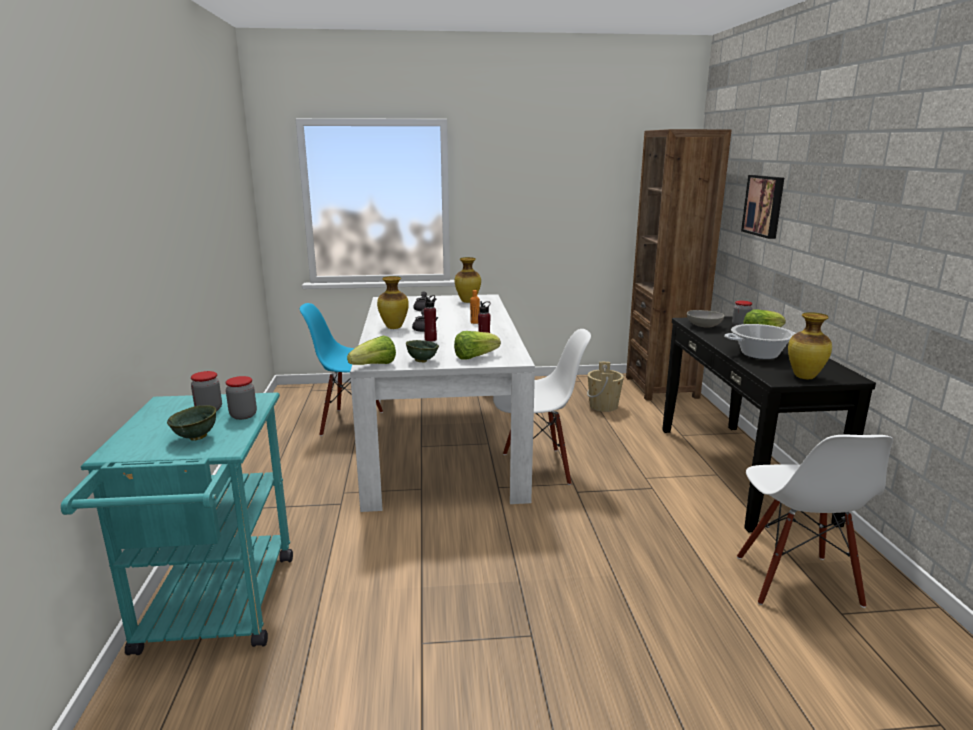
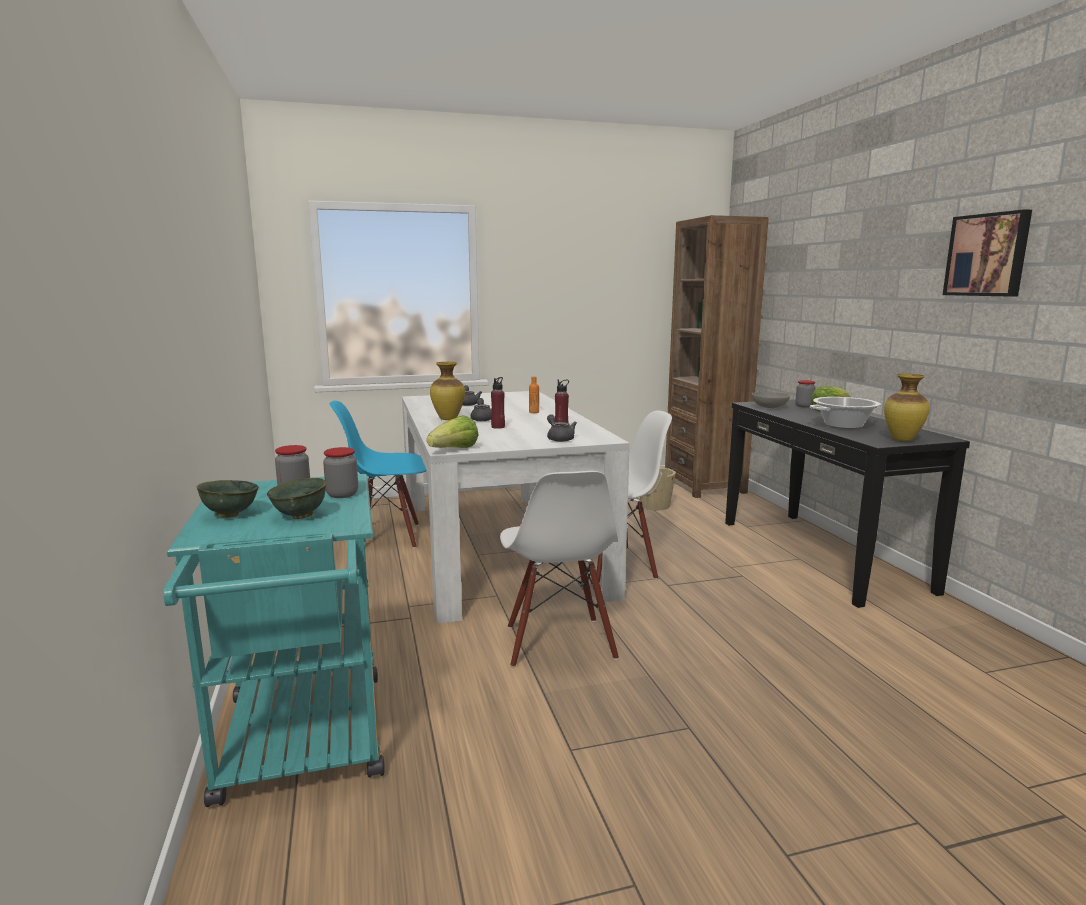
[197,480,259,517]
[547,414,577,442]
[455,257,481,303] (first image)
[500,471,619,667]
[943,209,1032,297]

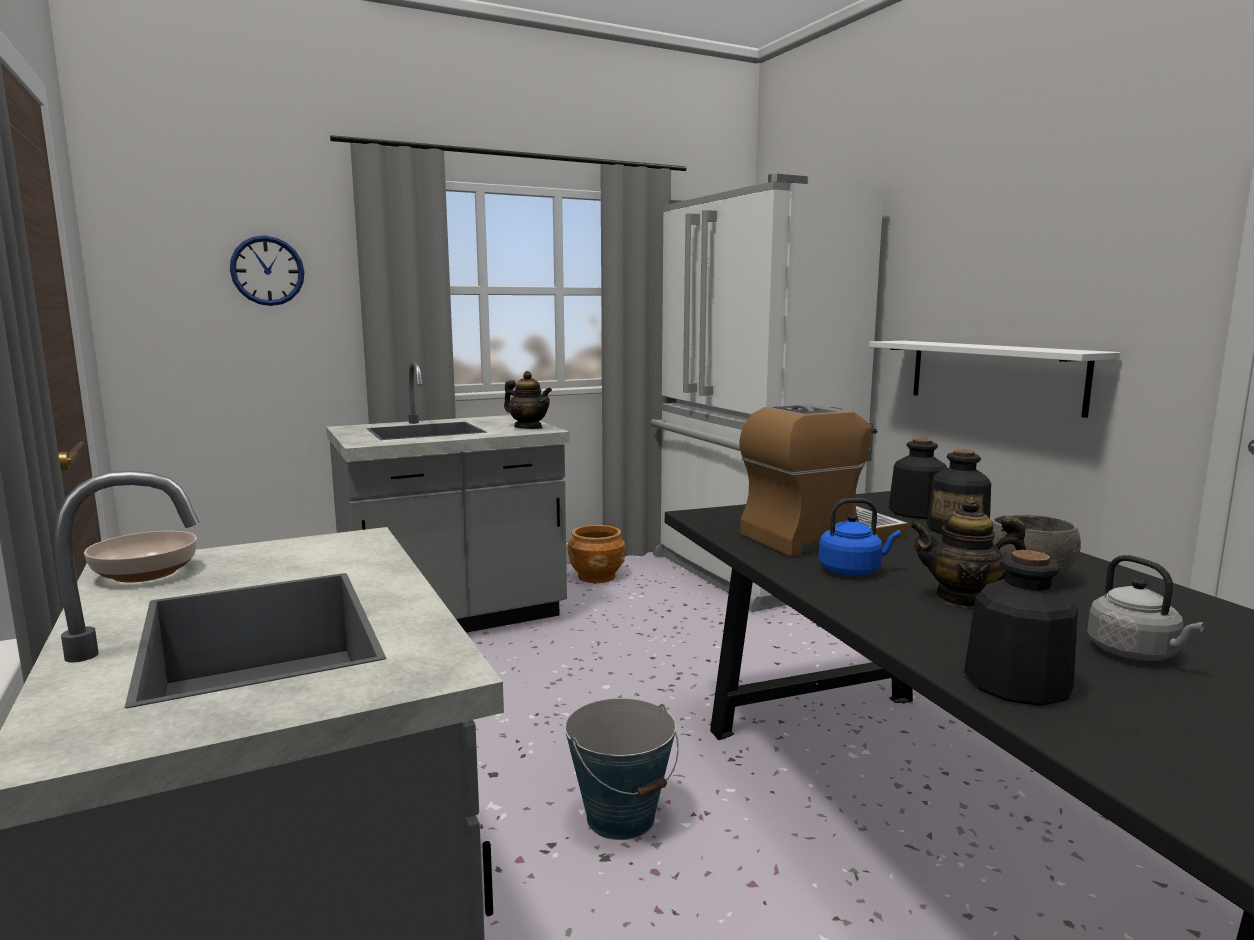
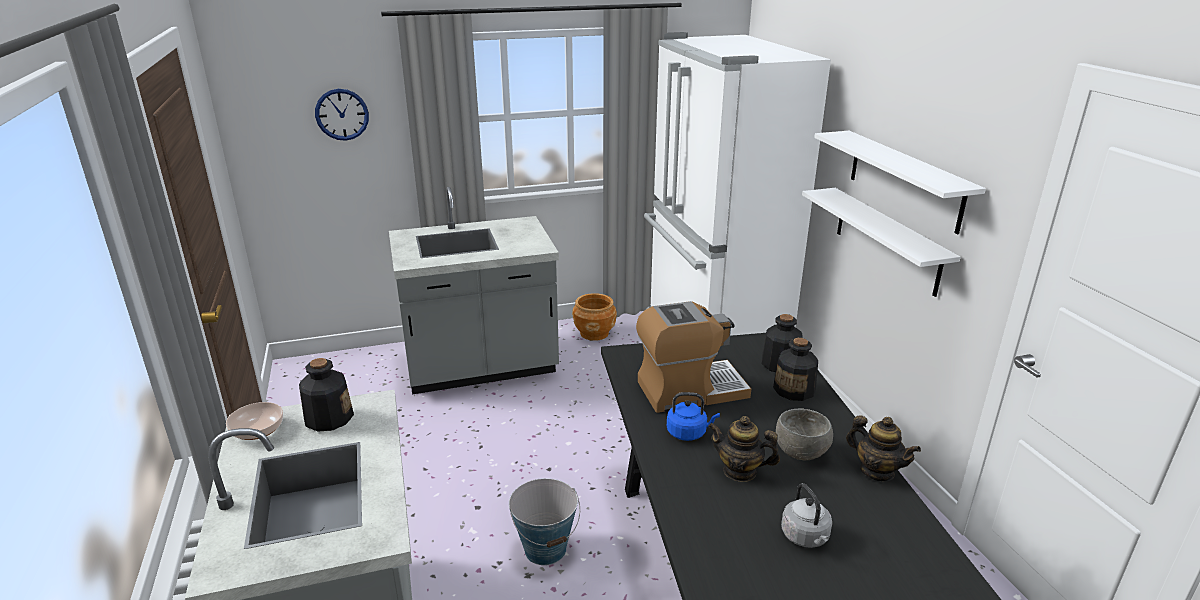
[846,415,921,481]
[299,358,354,432]
[814,131,986,235]

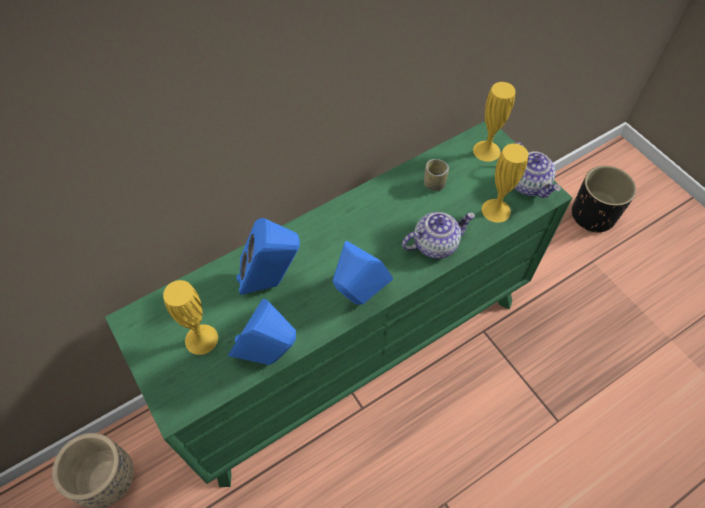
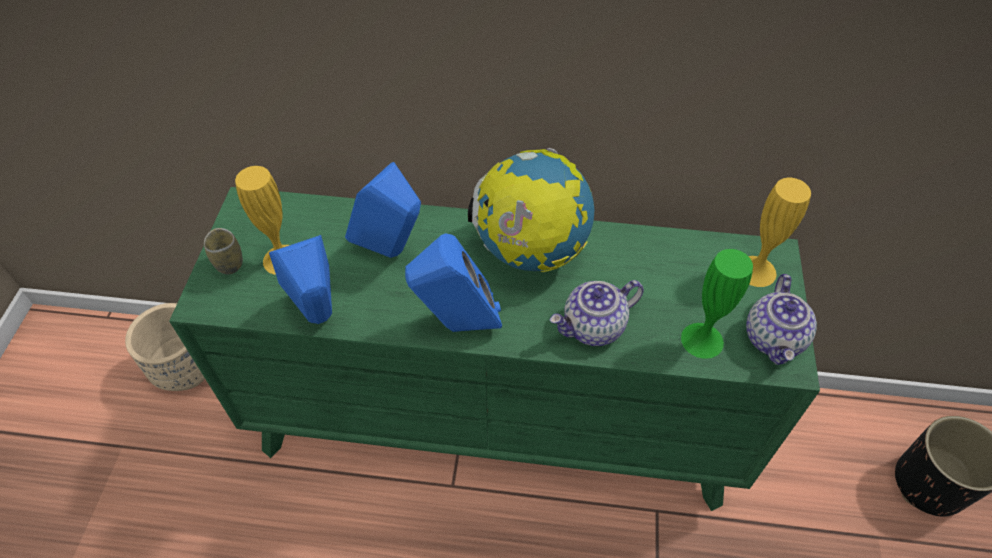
[550,280,644,346]
[204,228,243,274]
[681,249,753,359]
[468,148,594,272]

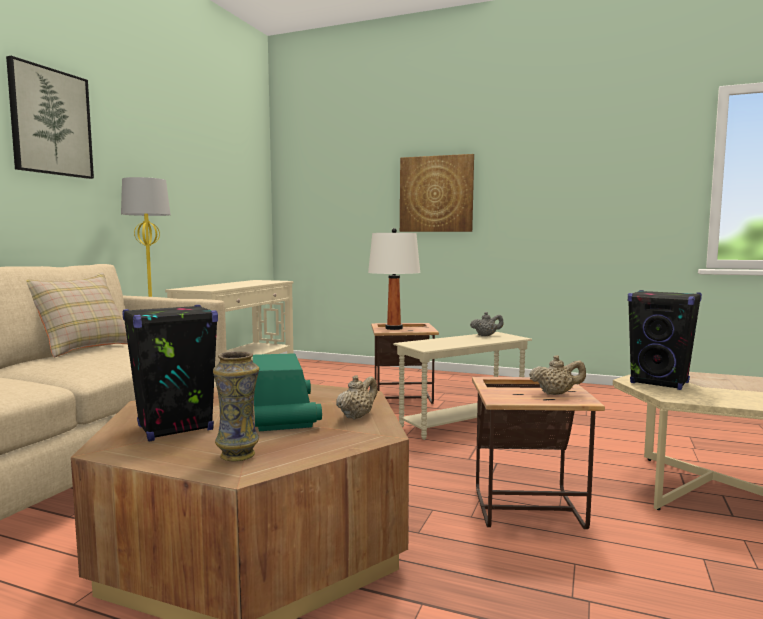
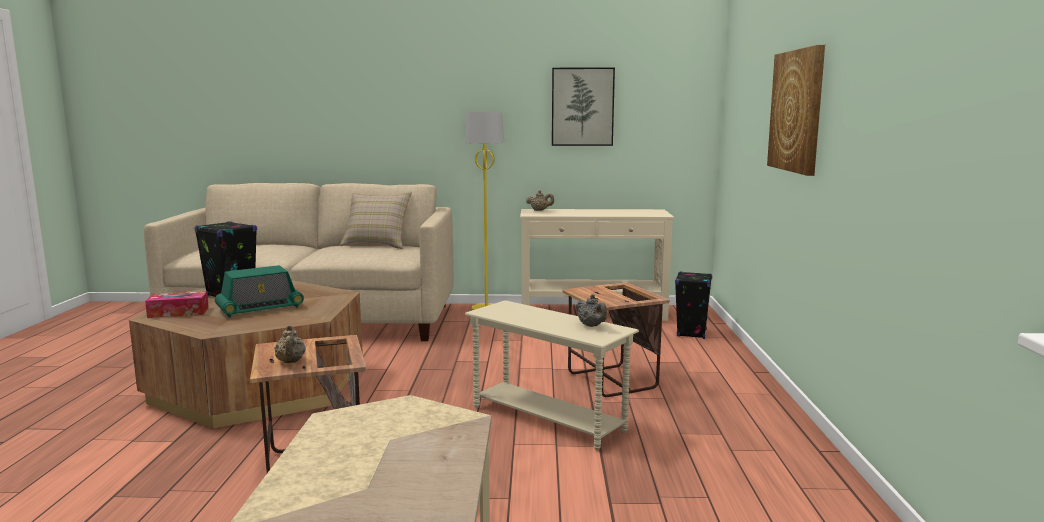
[552,68,615,146]
[145,291,209,318]
[526,190,554,211]
[368,228,420,330] (first image)
[675,271,712,339]

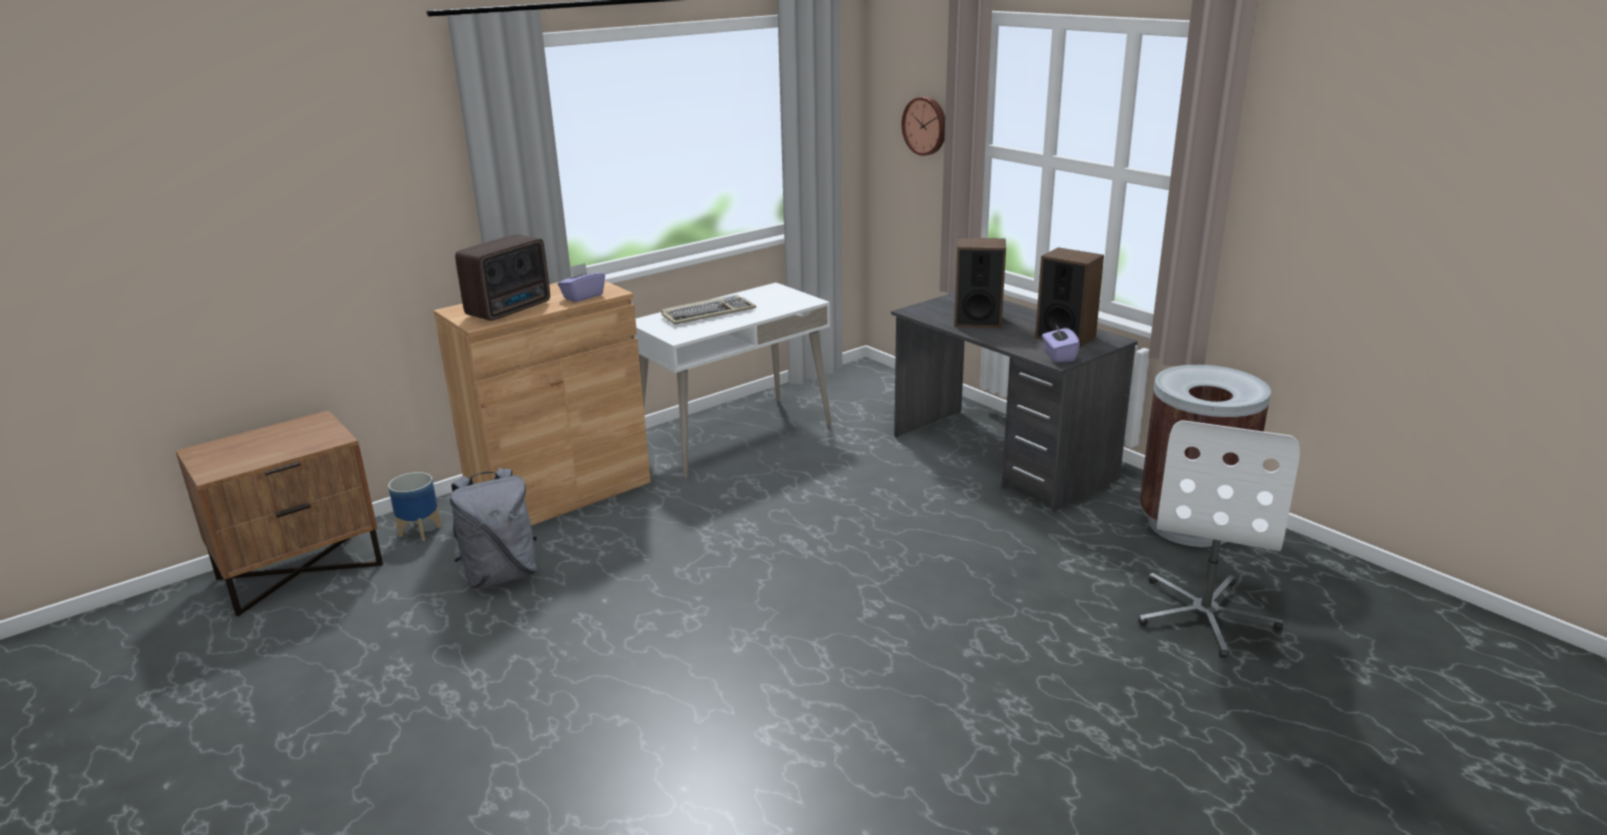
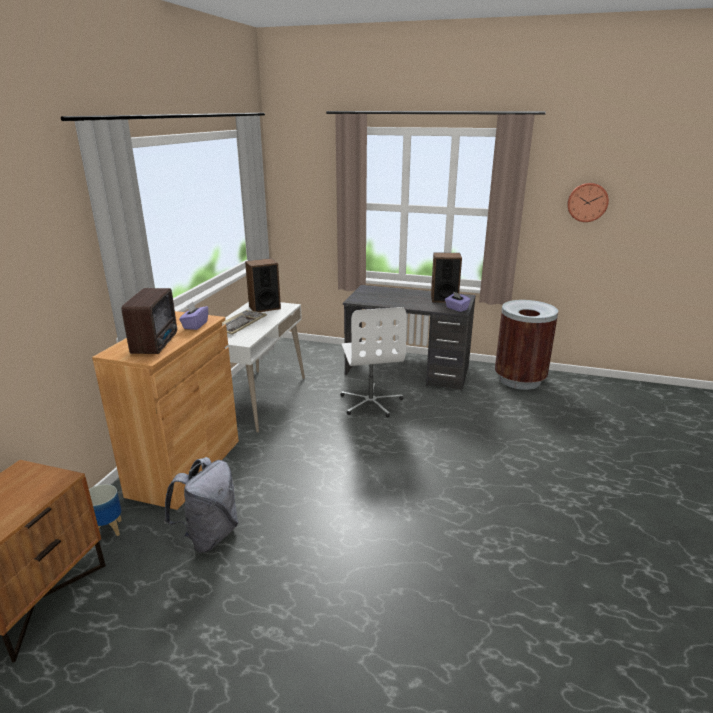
[567,183,609,222]
[245,258,281,312]
[340,307,407,418]

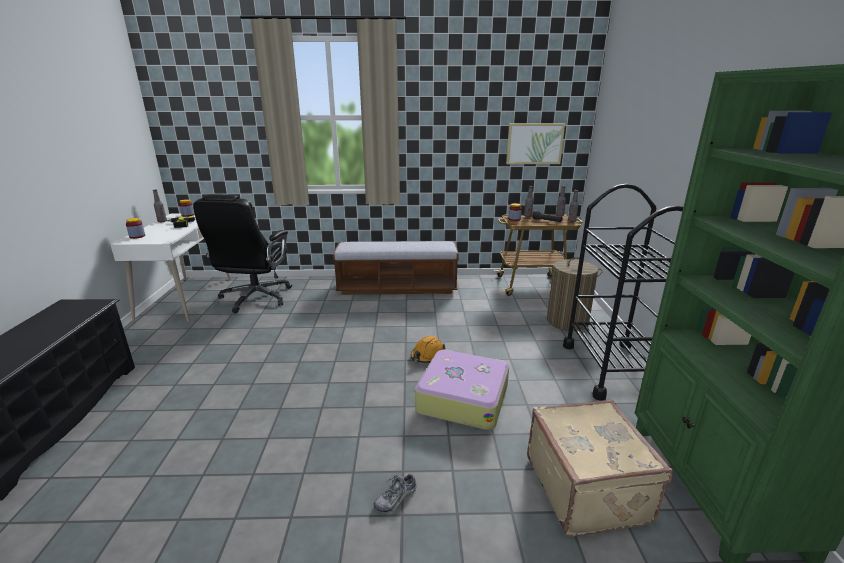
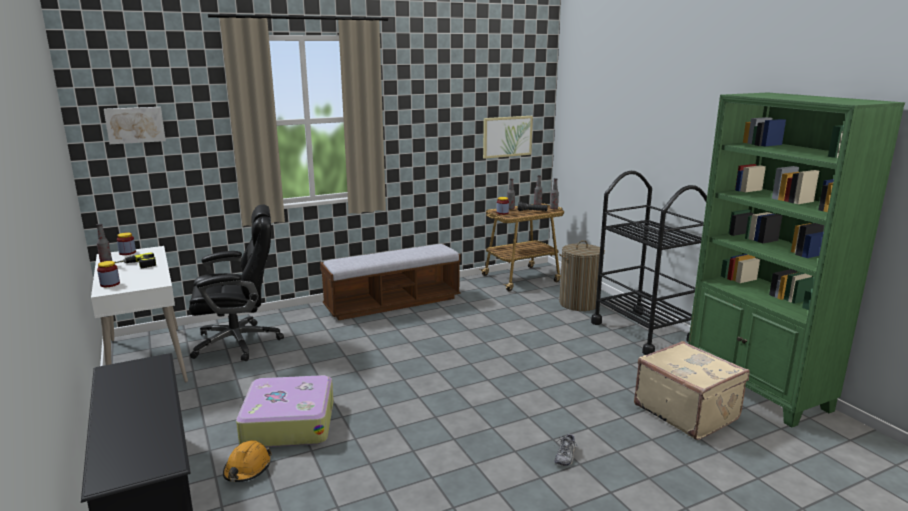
[189,205,284,361]
[223,440,272,482]
[236,375,334,447]
[104,107,166,144]

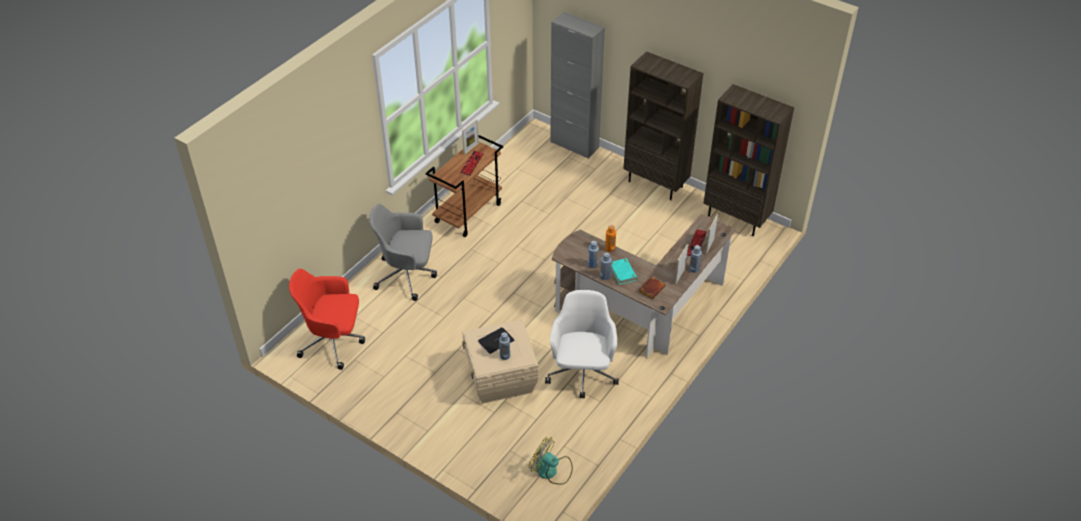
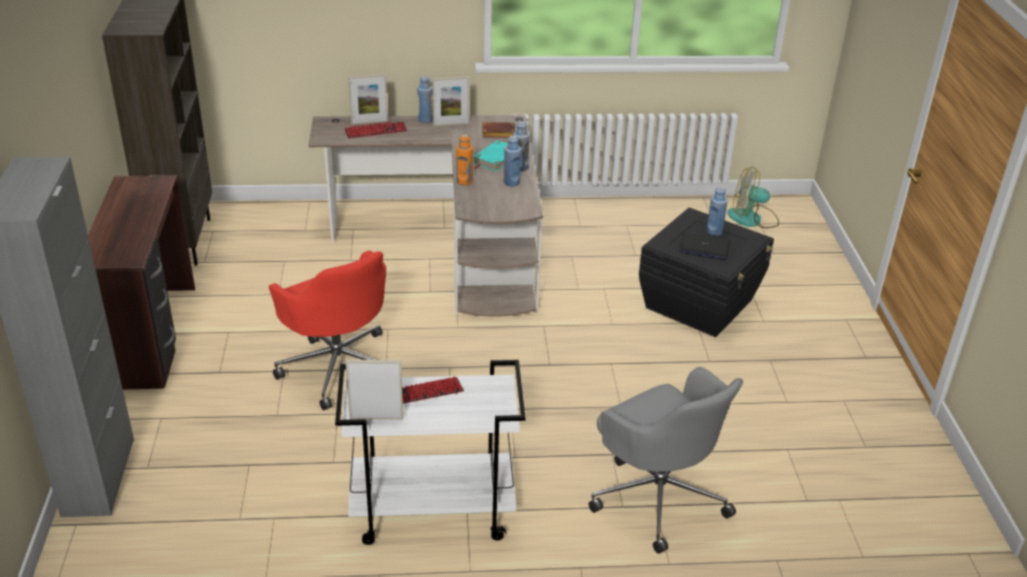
[269,251,386,410]
[335,360,526,545]
[639,207,774,337]
[727,167,779,228]
[545,290,619,398] (first image)
[88,176,195,390]

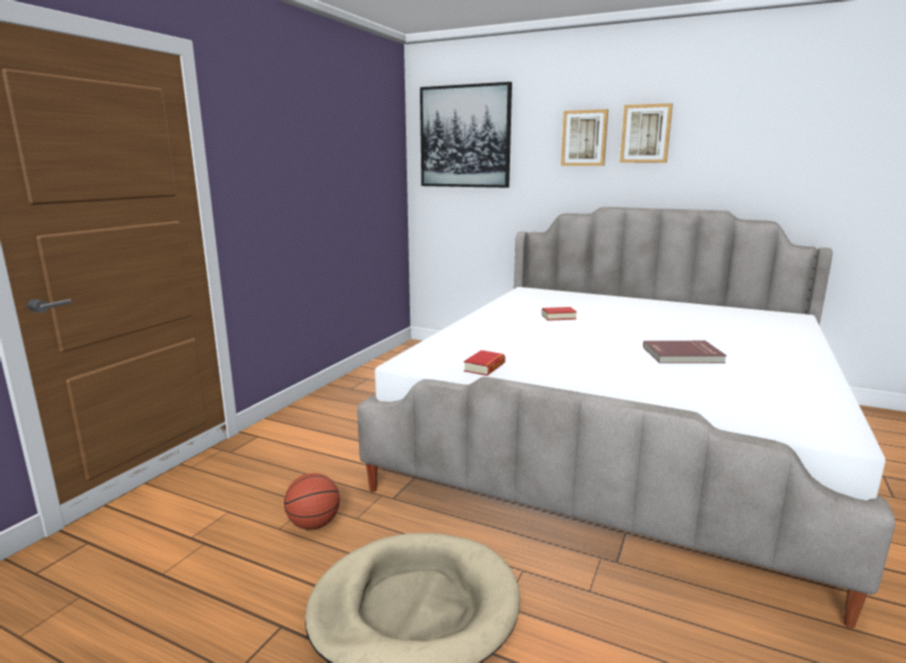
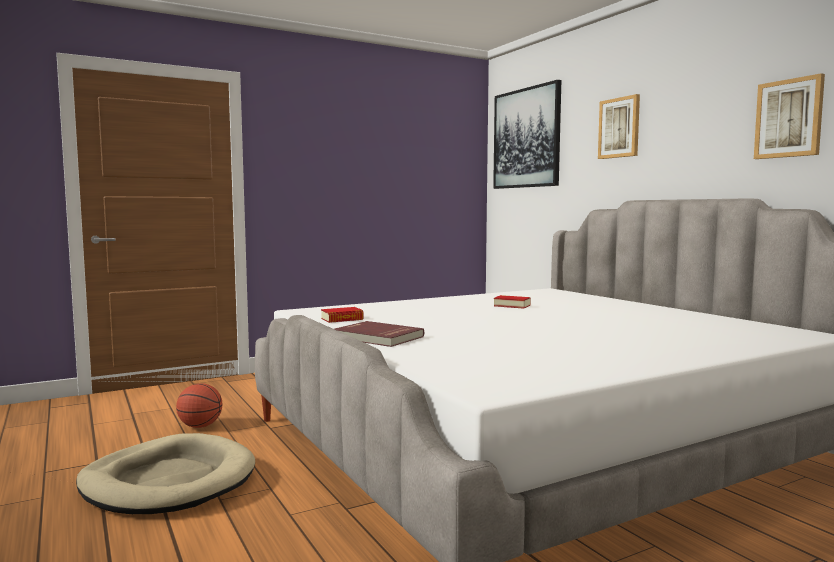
[754,73,825,159]
[334,321,424,347]

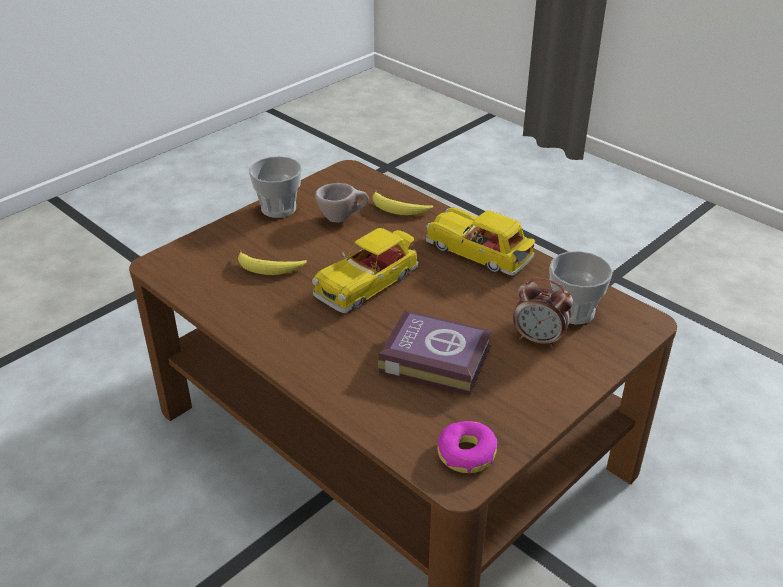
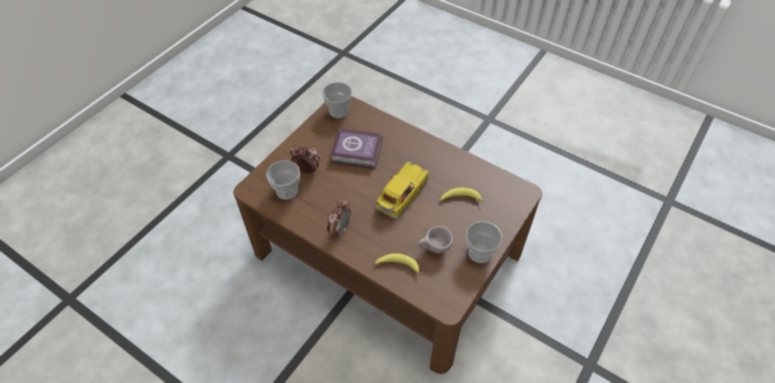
[327,199,351,238]
[322,82,352,118]

